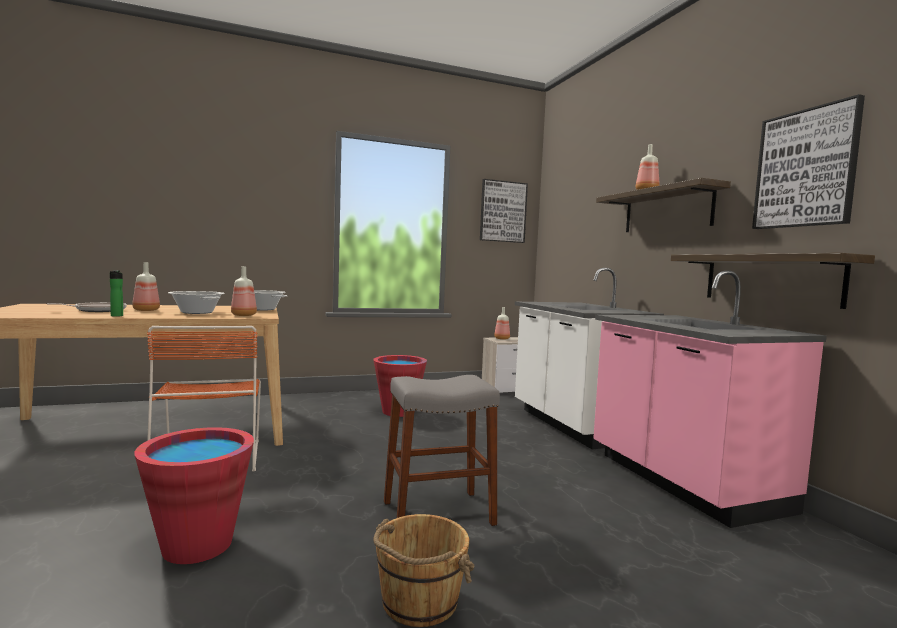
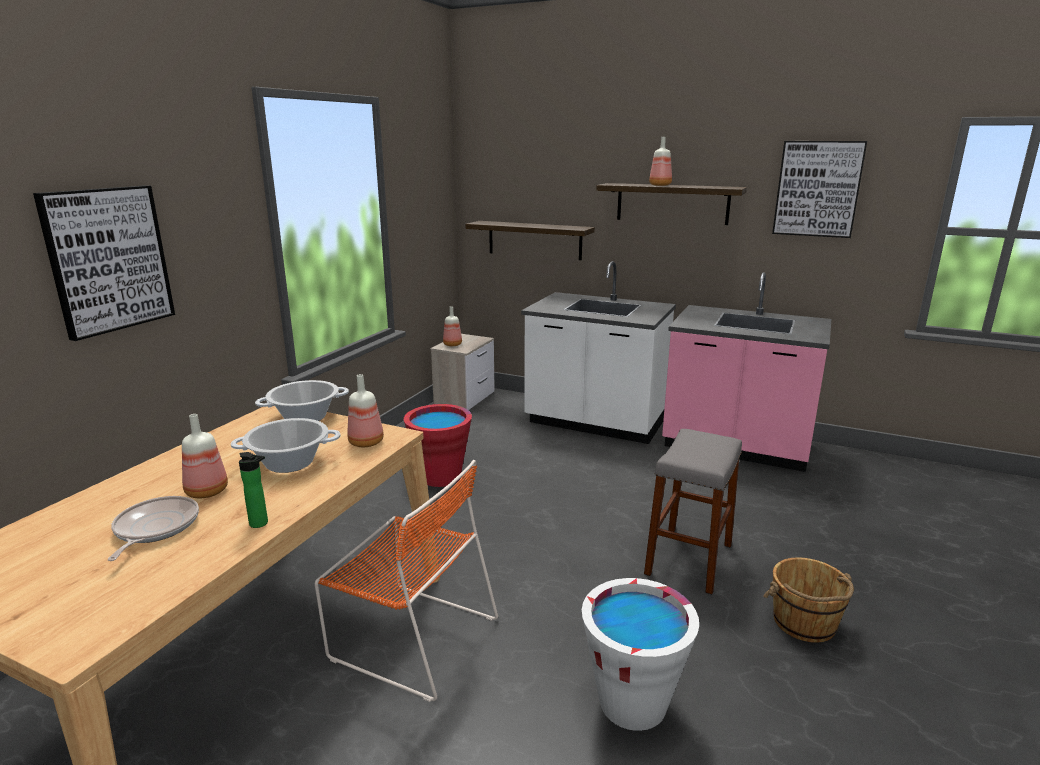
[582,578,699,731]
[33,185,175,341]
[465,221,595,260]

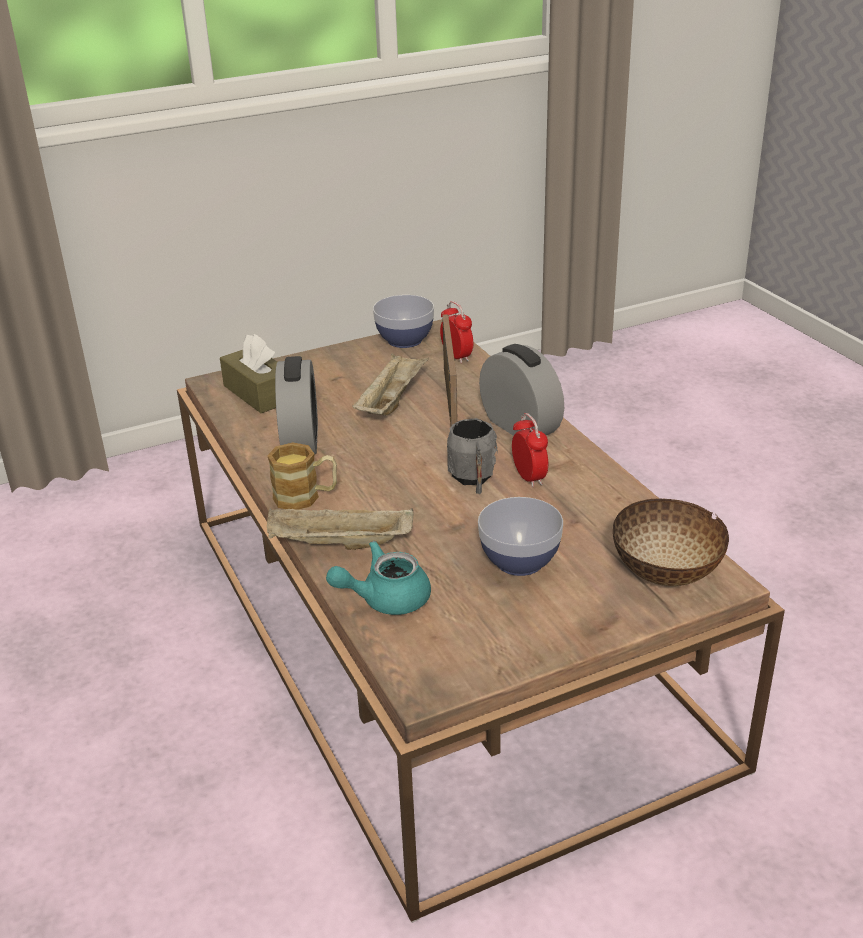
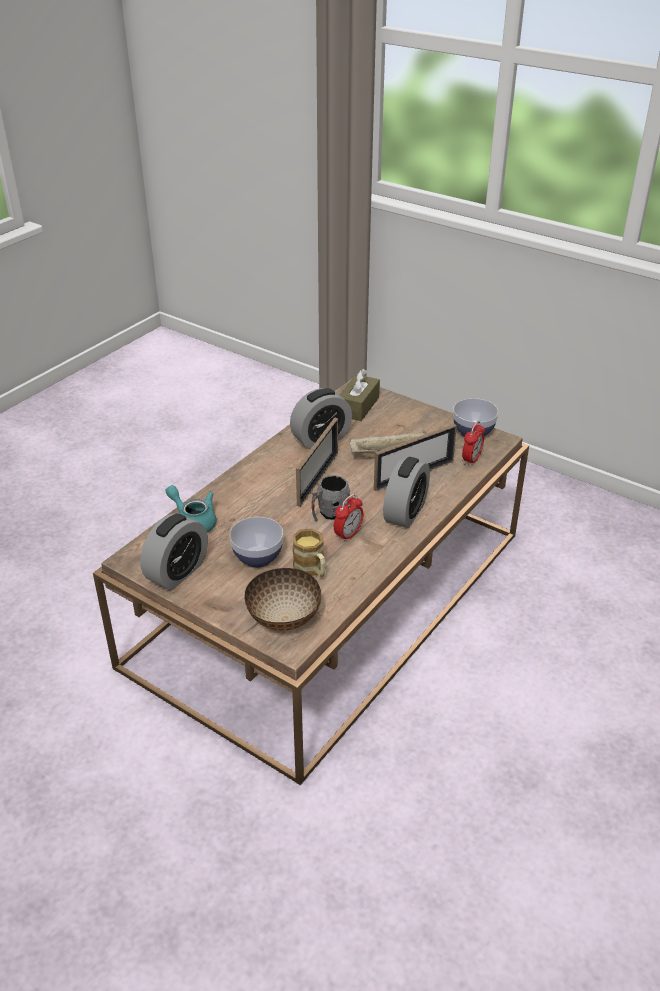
[292,528,325,577]
[267,508,413,550] (first image)
[140,513,208,590]
[296,417,338,507]

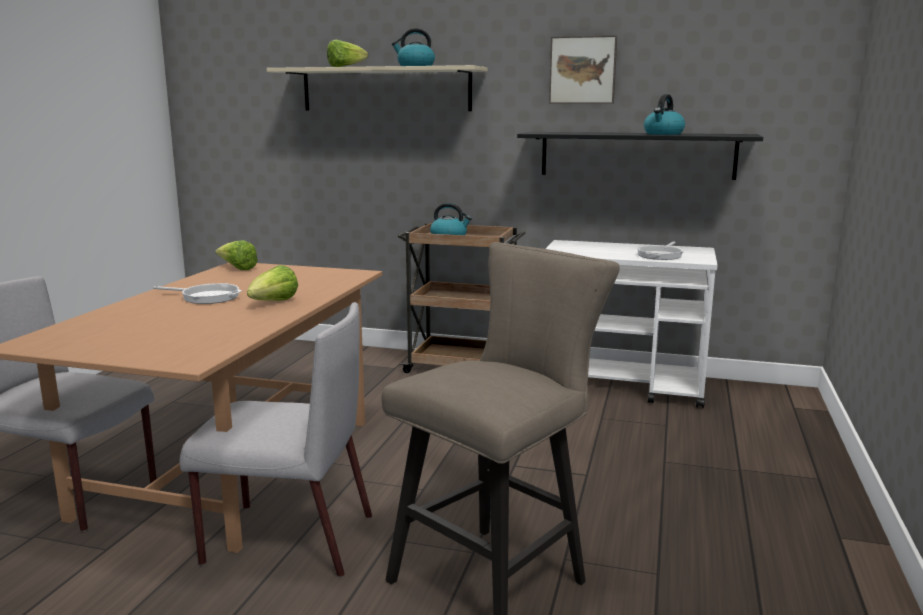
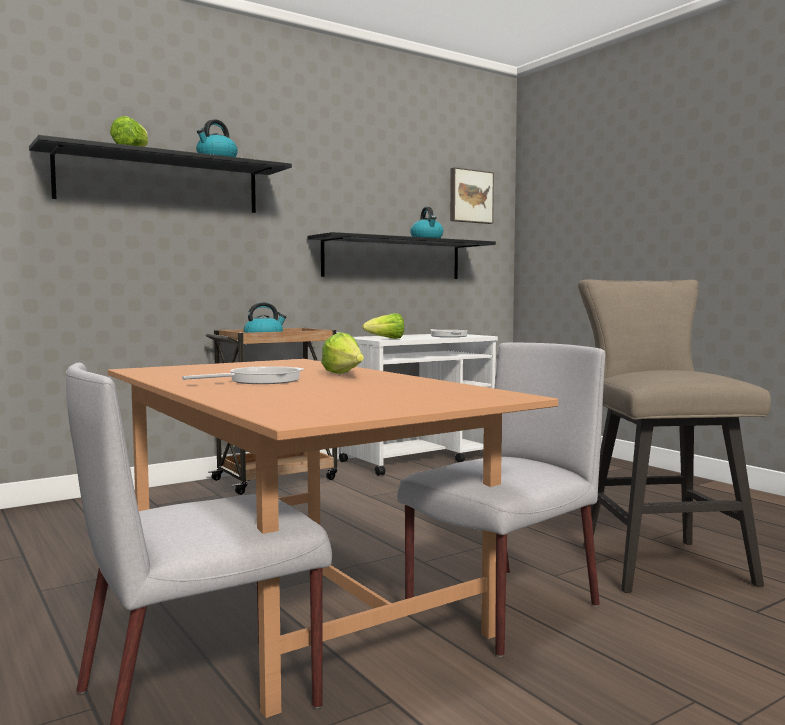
[362,313,404,339]
[29,135,292,213]
[450,167,494,224]

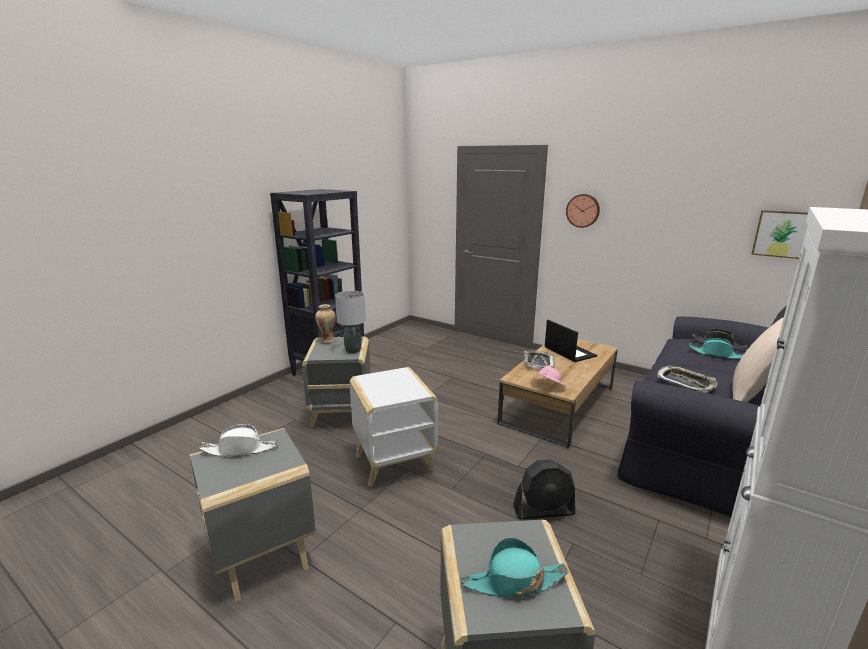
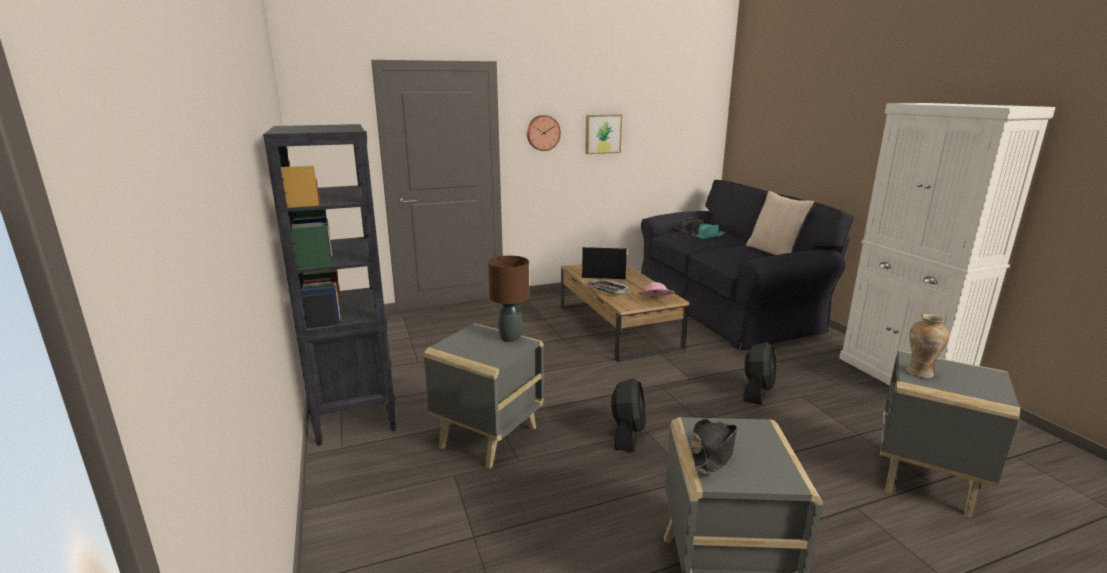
[692,419,737,475]
[906,314,949,378]
[488,256,529,342]
[611,378,646,452]
[461,537,568,597] (first image)
[657,366,718,393] (first image)
[585,115,622,154]

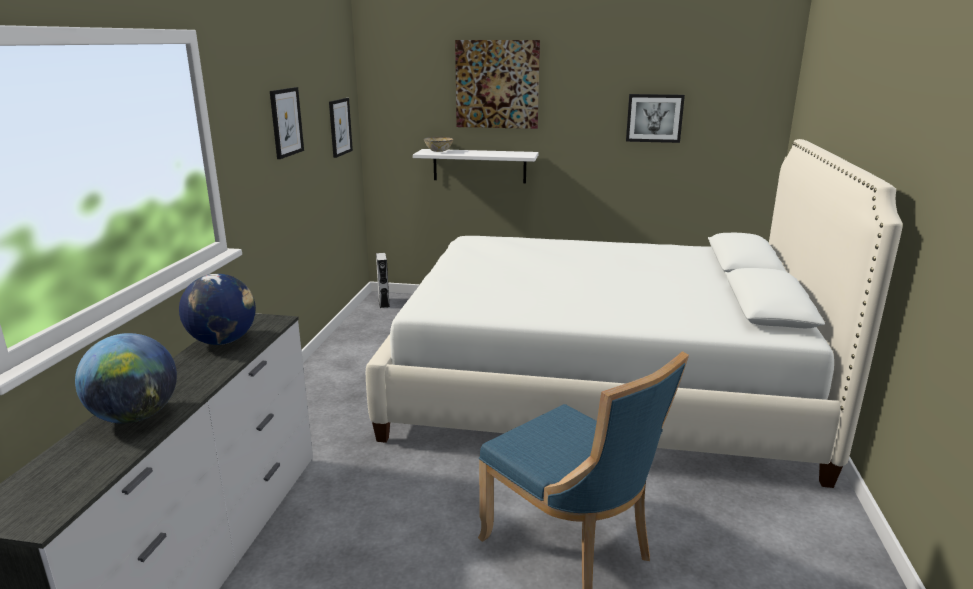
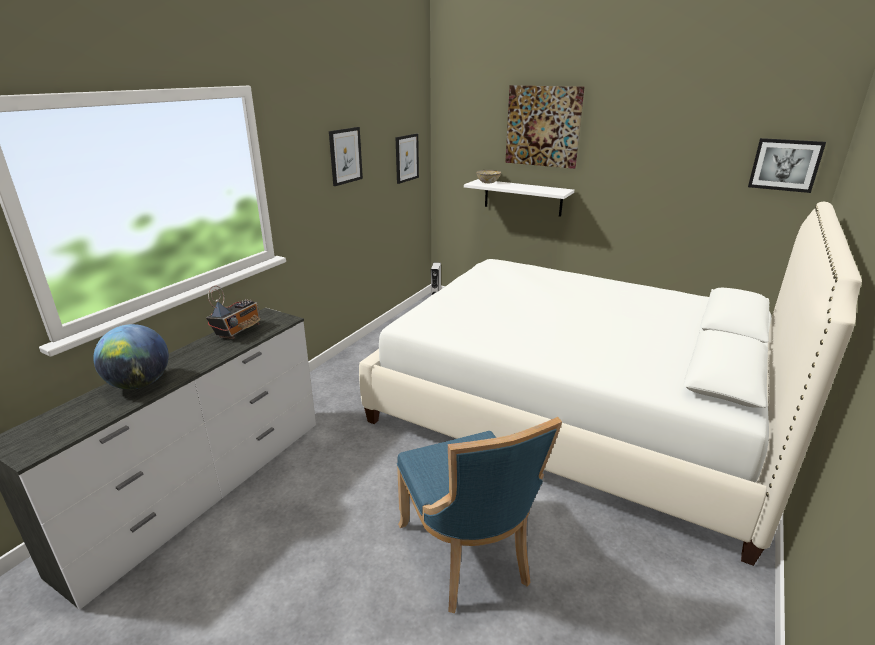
[206,286,261,339]
[748,138,826,193]

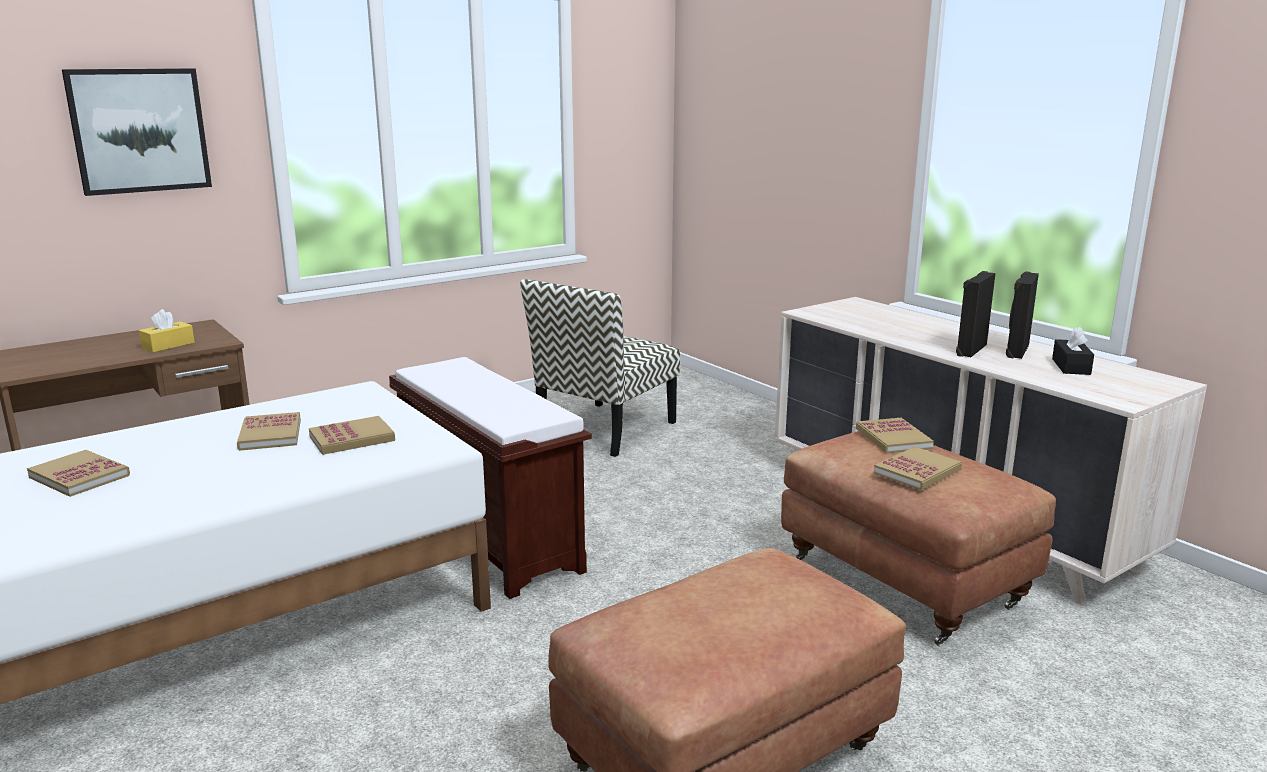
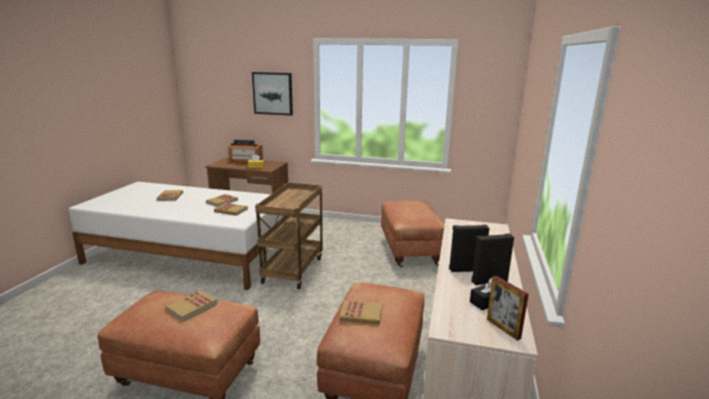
[255,182,323,289]
[381,200,445,268]
[165,290,217,321]
[228,140,263,164]
[487,276,529,341]

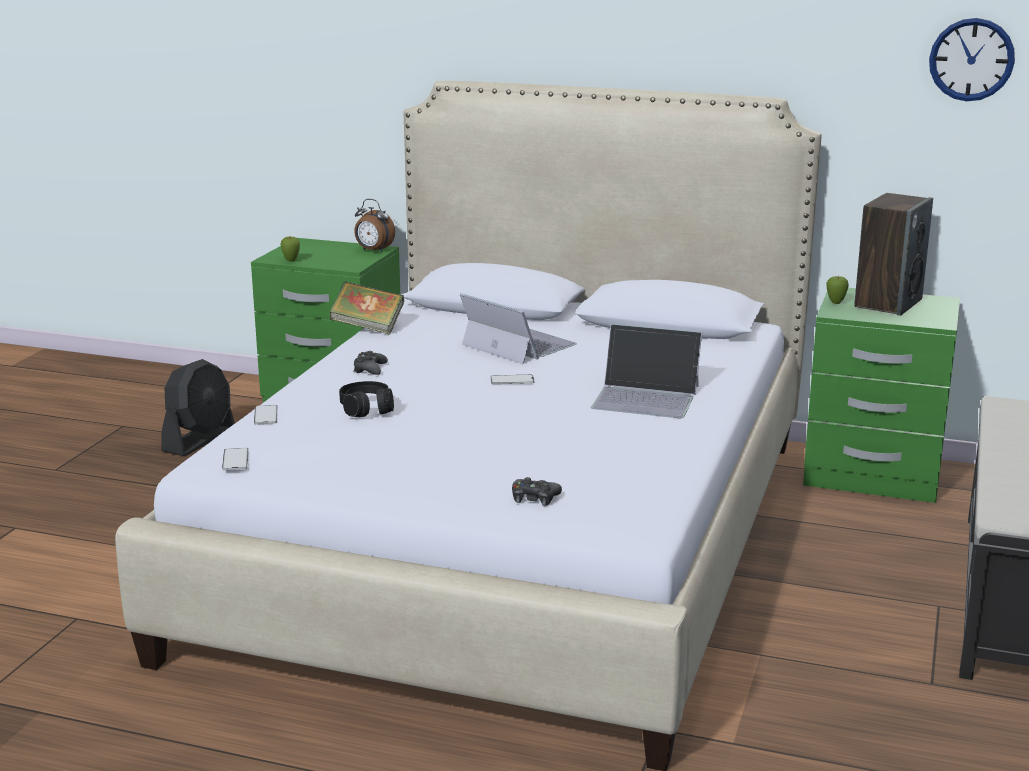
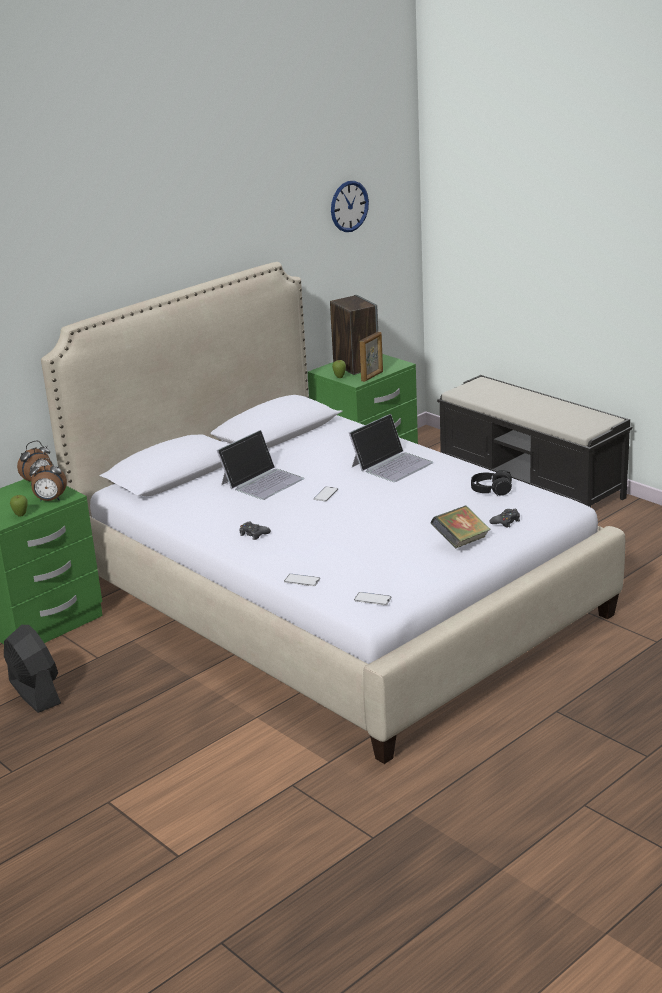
[431,505,491,548]
[471,470,512,496]
[217,430,304,500]
[29,458,67,501]
[360,332,383,382]

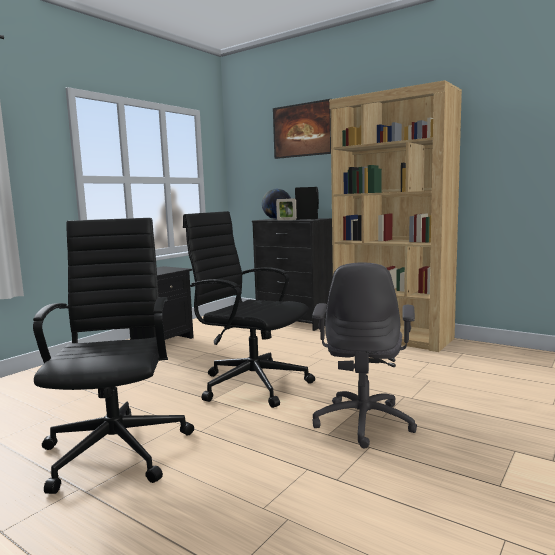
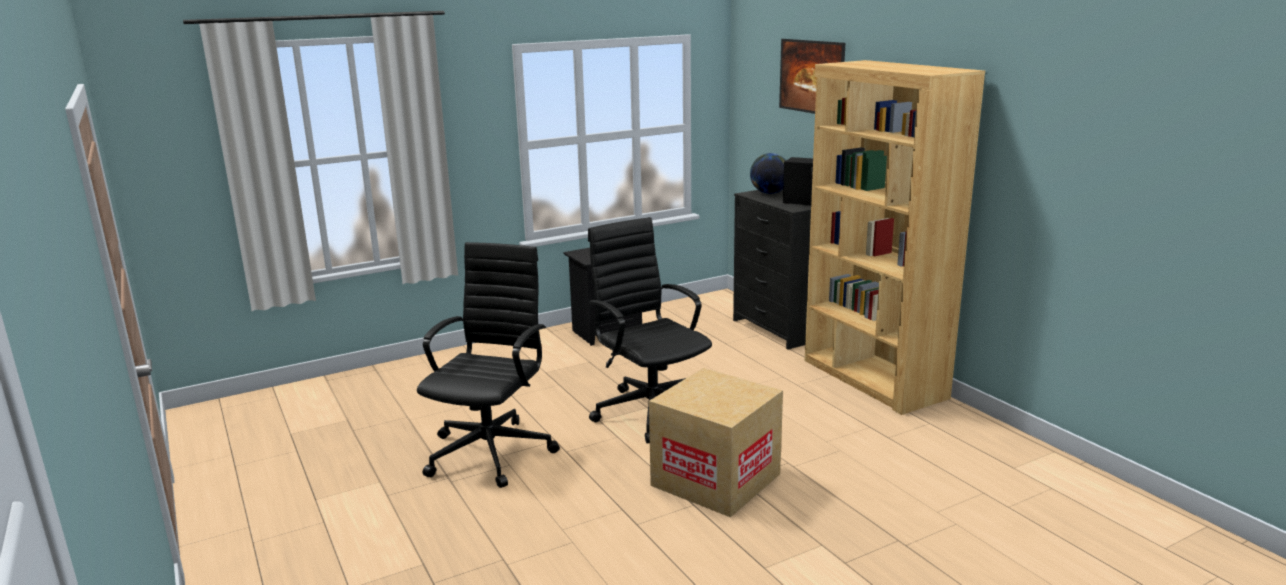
[276,198,297,220] (first image)
[649,368,783,517]

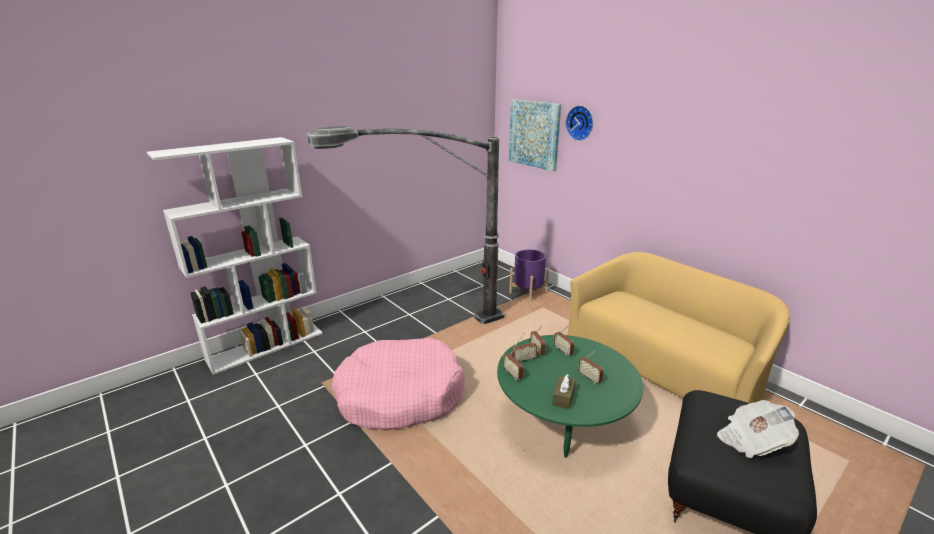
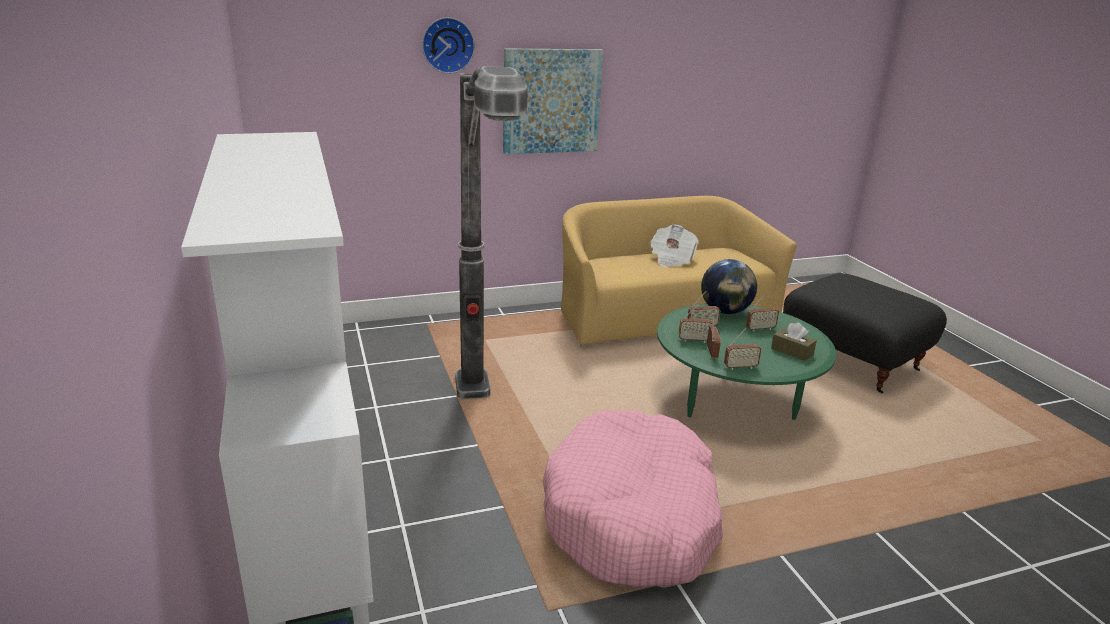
[503,48,603,154]
[509,250,549,302] (first image)
[650,225,699,267]
[701,259,757,314]

